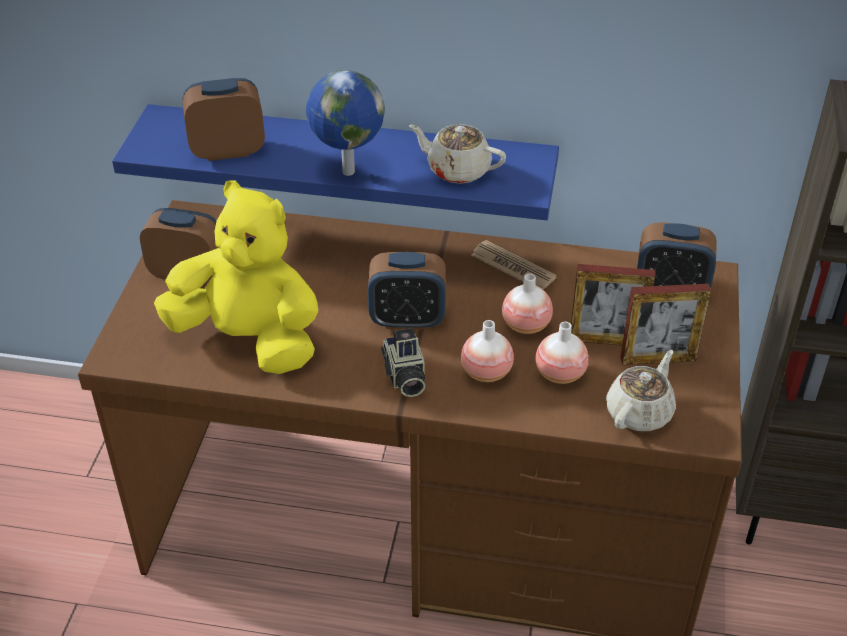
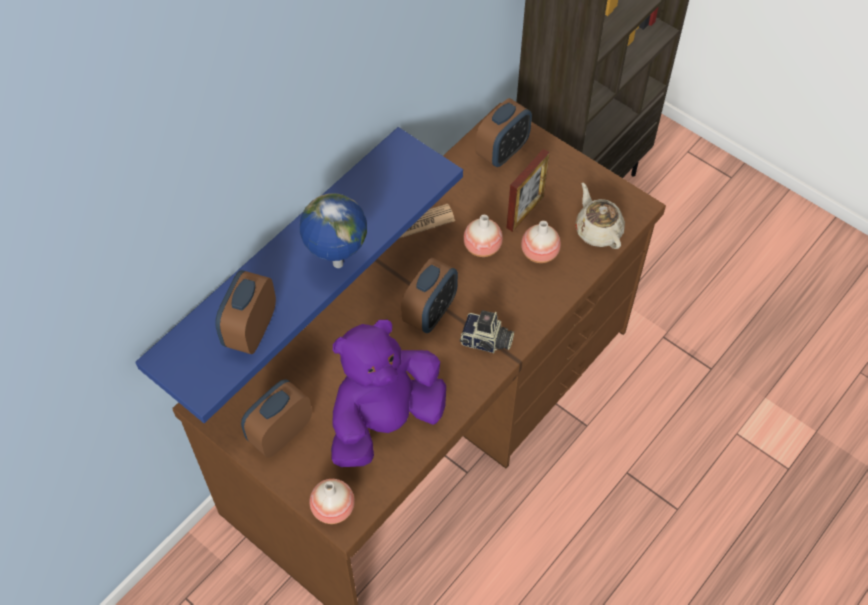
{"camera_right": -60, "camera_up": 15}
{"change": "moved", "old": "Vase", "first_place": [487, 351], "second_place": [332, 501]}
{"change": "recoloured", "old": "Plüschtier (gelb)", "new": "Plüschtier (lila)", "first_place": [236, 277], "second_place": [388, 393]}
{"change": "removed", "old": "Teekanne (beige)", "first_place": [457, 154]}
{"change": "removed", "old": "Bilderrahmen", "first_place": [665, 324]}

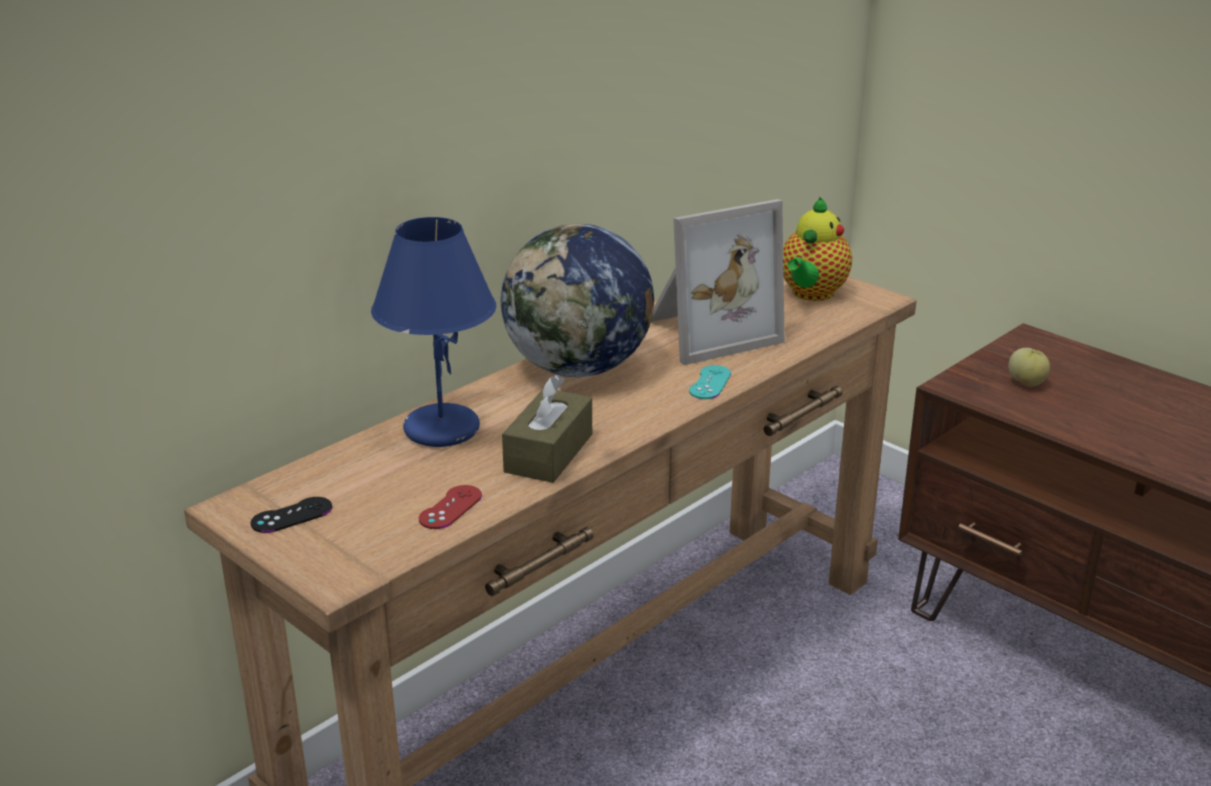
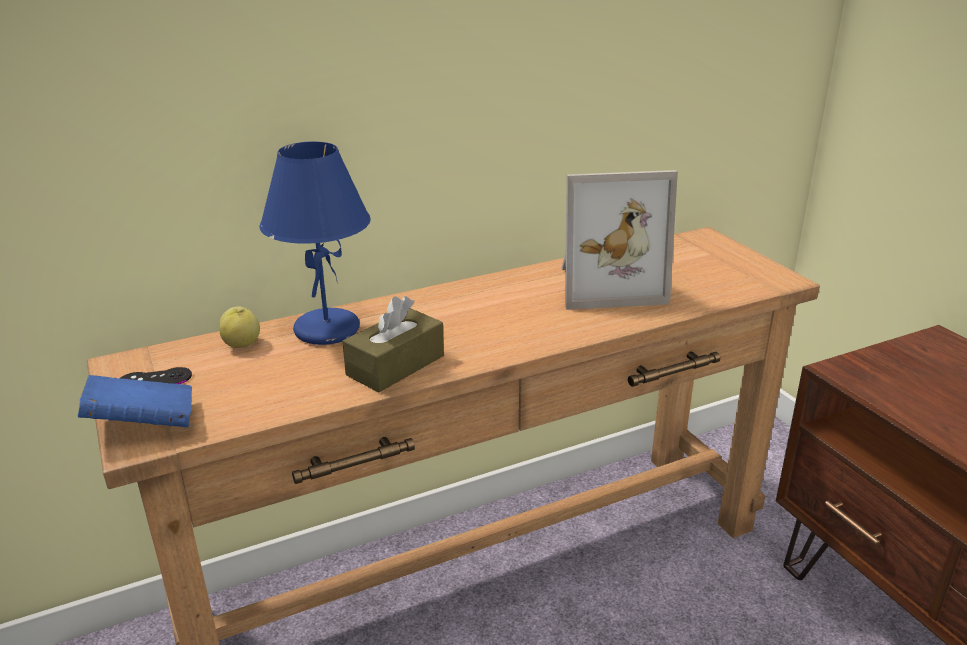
{"camera_right": 20, "camera_up": 0}
{"change": "added", "new": "Buch (blau)", "second_place": [135, 401]}
{"change": "moved", "old": "Apfel", "first_place": [1029, 367], "second_place": [239, 327]}
{"change": "removed", "old": "Gamepad (rot)", "first_place": [450, 507]}
{"change": "removed", "old": "Globus", "first_place": [577, 300]}
{"change": "removed", "old": "Gamepad (türkis)", "first_place": [710, 382]}
{"change": "removed", "old": "Teekanne", "first_place": [817, 249]}

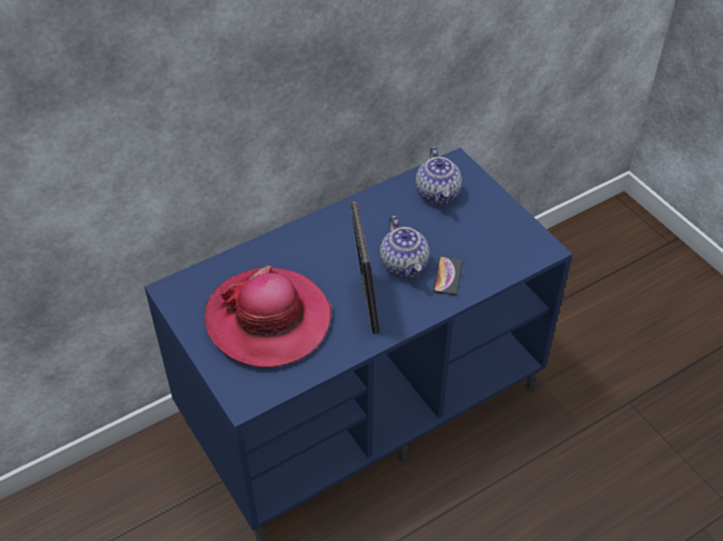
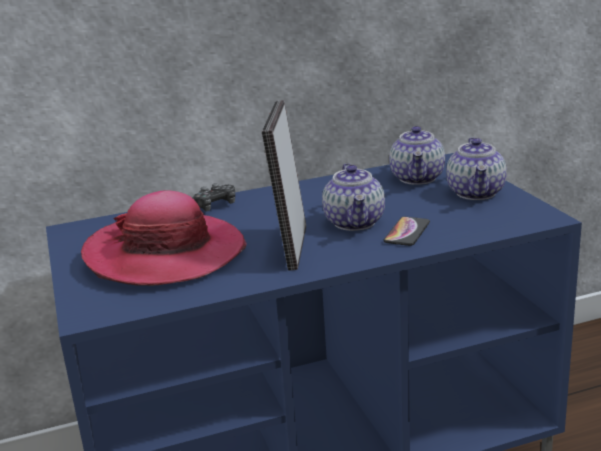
{"camera_right": 15, "camera_up": -25}
{"change": "added", "new": "Gamepad", "second_place": [214, 197]}
{"change": "added", "new": "Teekanne", "second_place": [476, 168]}

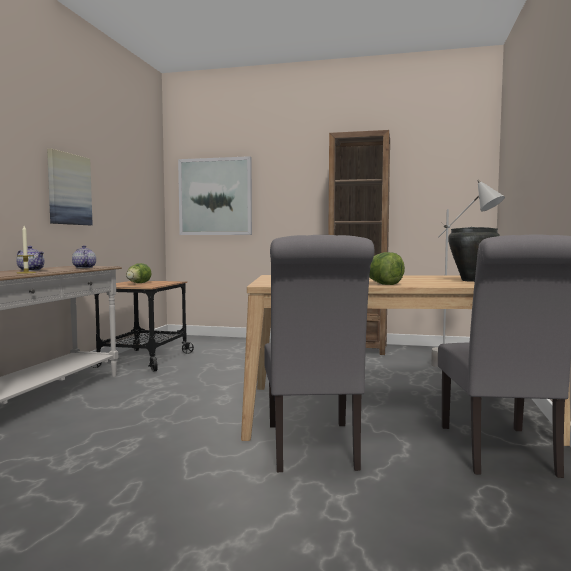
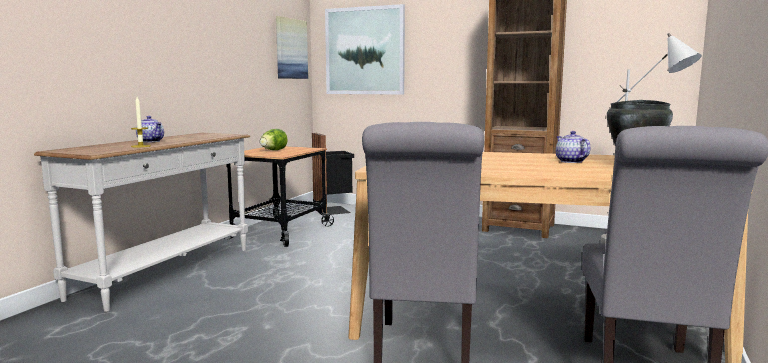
{"camera_right": 10, "camera_up": 5}
{"change": "moved", "old": "Bild", "first_place": [70, 187], "second_place": [292, 47]}
{"change": "added", "new": "Mülleimer (schwarz)", "second_place": [333, 174]}
{"change": "moved", "old": "Teekanne", "first_place": [84, 256], "second_place": [573, 147]}
{"change": "removed", "old": "Salatkopf", "first_place": [387, 268]}

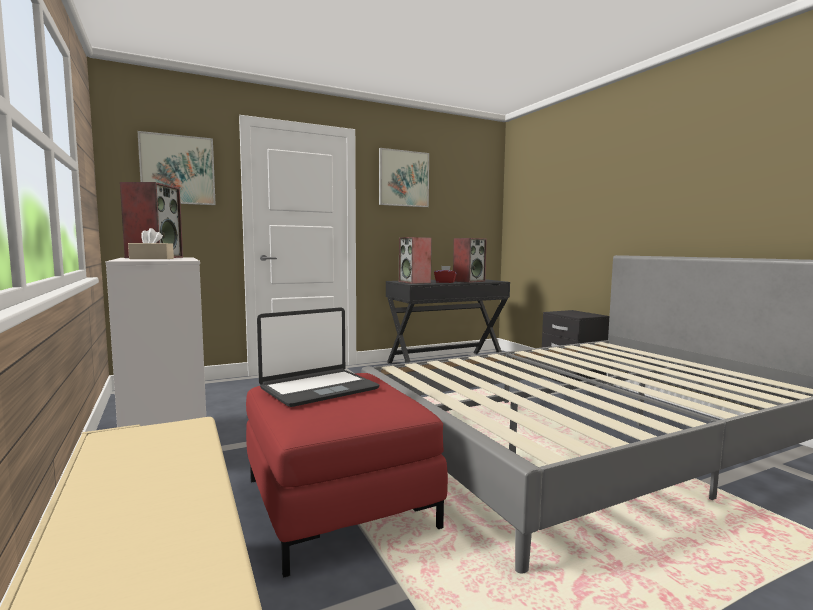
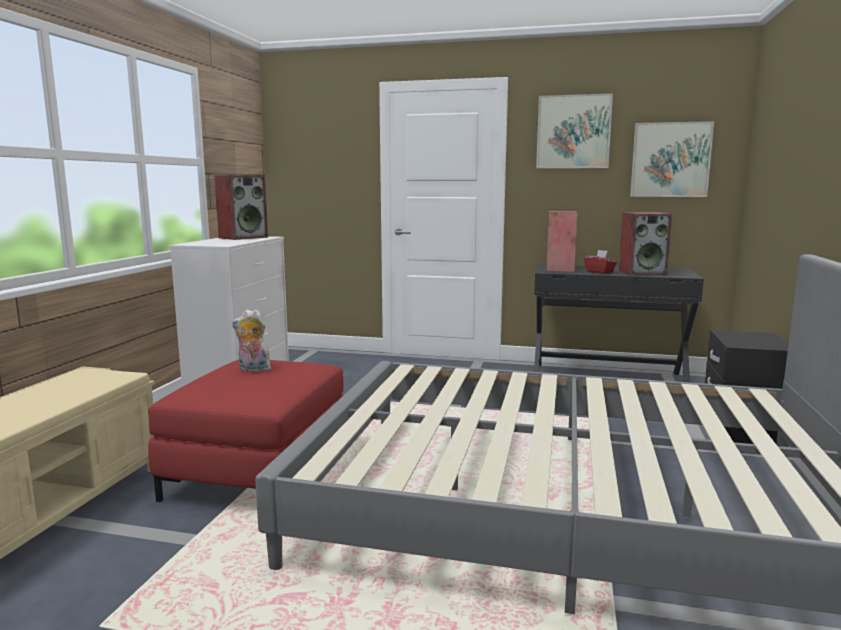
{"camera_right": 40, "camera_up": 5}
{"change": "replaced", "old": "Laptop", "new": "Plüschtier", "first_place": [318, 357], "second_place": [251, 340]}
{"change": "moved", "old": "Bild", "first_place": [177, 168], "second_place": [672, 159]}
{"change": "removed", "old": "Taschentuchbox (beige)", "first_place": [151, 243]}

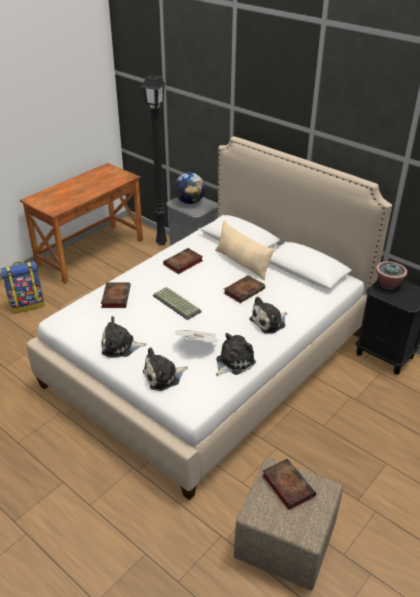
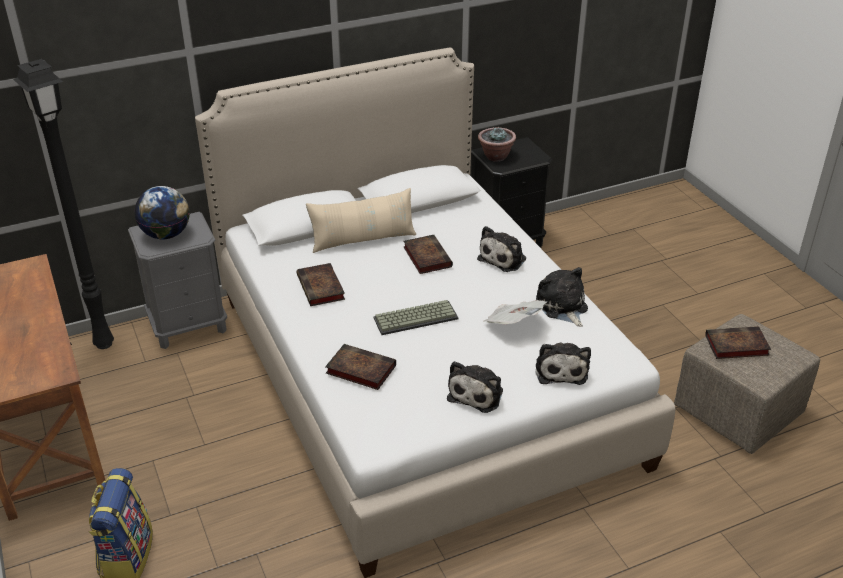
{"camera_right": -65, "camera_up": 0}
{"change": "turned", "old": "Plüschtier", "first_place": [268, 315], "second_place": [501, 249], "degrees": 45}

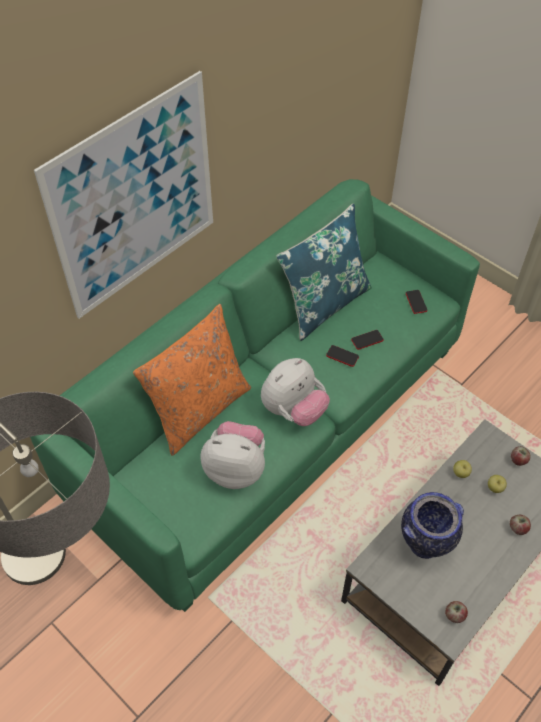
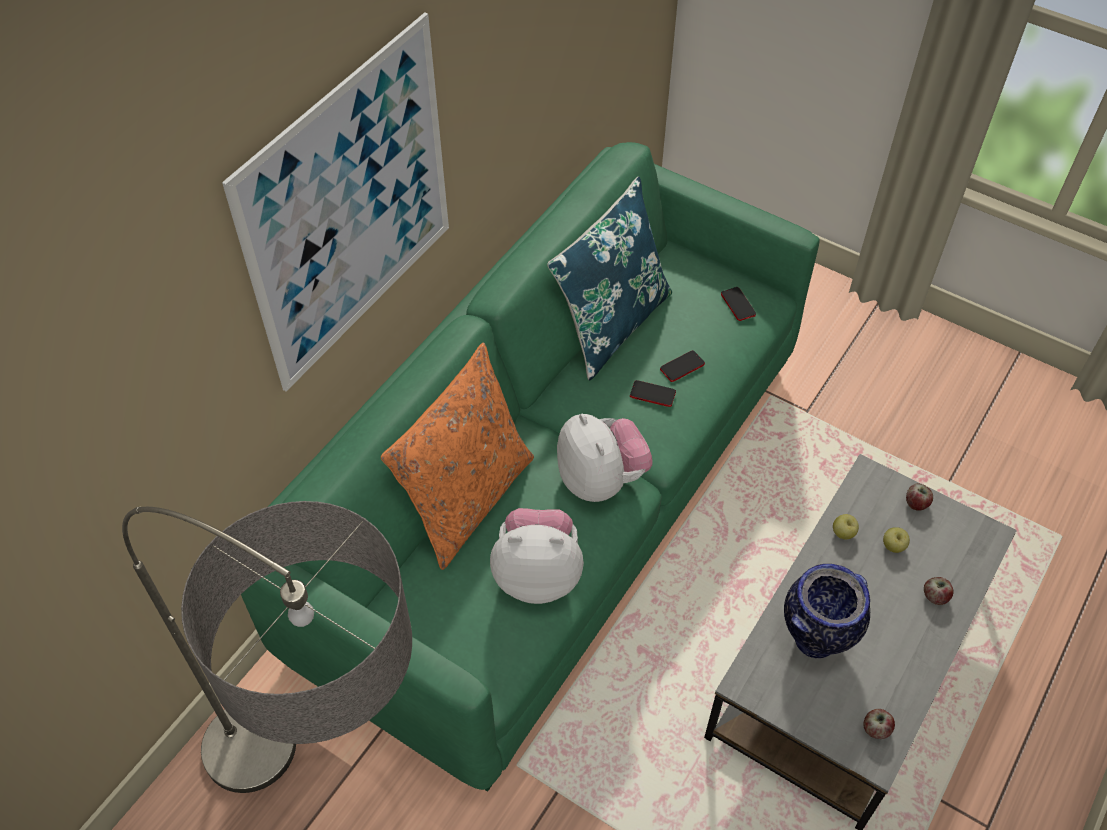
{"camera_right": -10, "camera_up": 0}
{"change": "turned", "old": "Plüschtier", "first_place": [295, 392], "second_place": [604, 458], "degrees": -60}

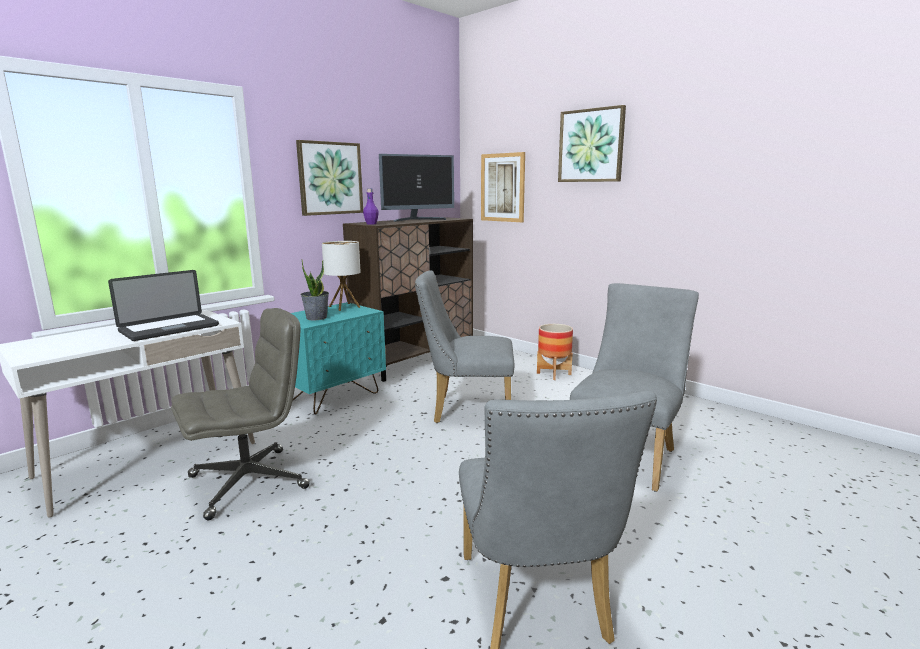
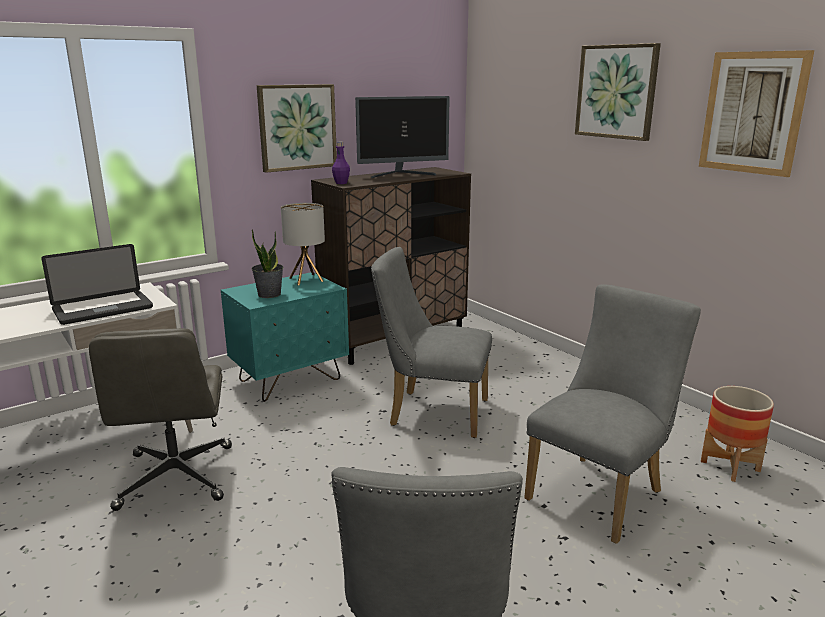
{"camera_right": 10, "camera_up": 5}
{"change": "turned", "old": "Bürostuhl (grau)", "first_place": [240, 414], "second_place": [160, 419], "degrees": 105}
{"change": "moved", "old": "Bild", "first_place": [503, 187], "second_place": [756, 113]}
{"change": "moved", "old": "Pflanzkübel", "first_place": [555, 352], "second_place": [737, 434]}

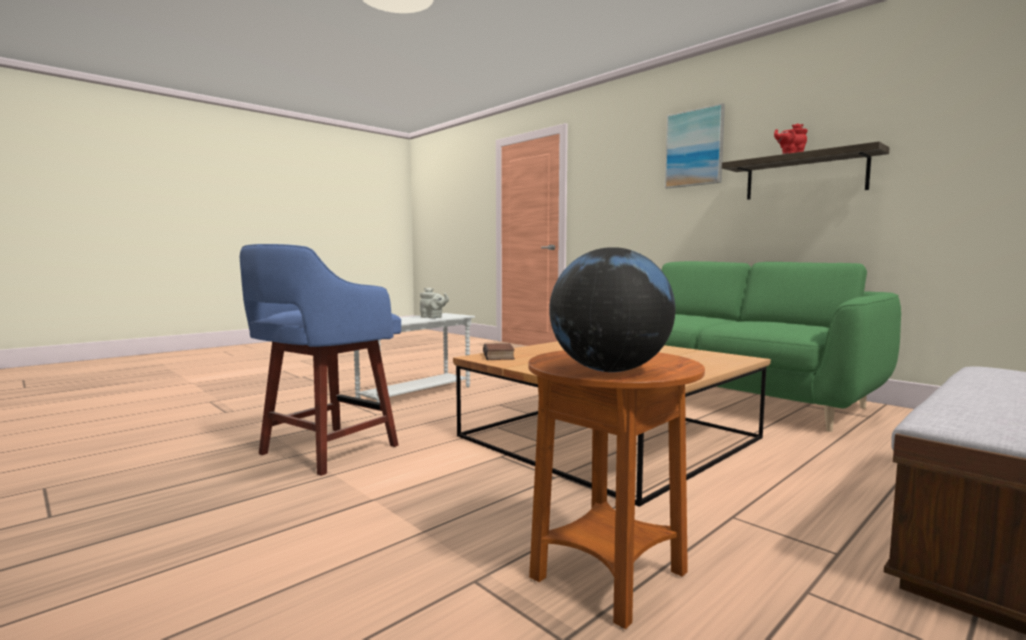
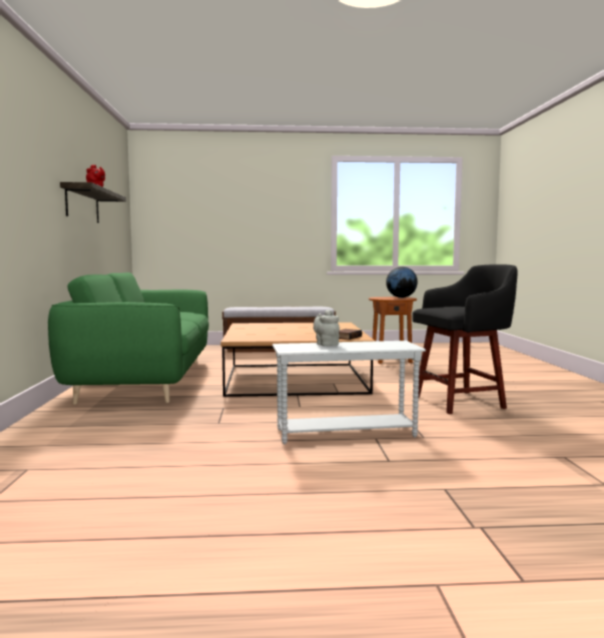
{"camera_right": -140, "camera_up": 0}
{"change": "recoloured", "old": "Hocker (blau)", "new": "Hocker (schwarz)", "first_place": [320, 360], "second_place": [465, 339]}
{"change": "removed", "old": "Bild", "first_place": [695, 146]}

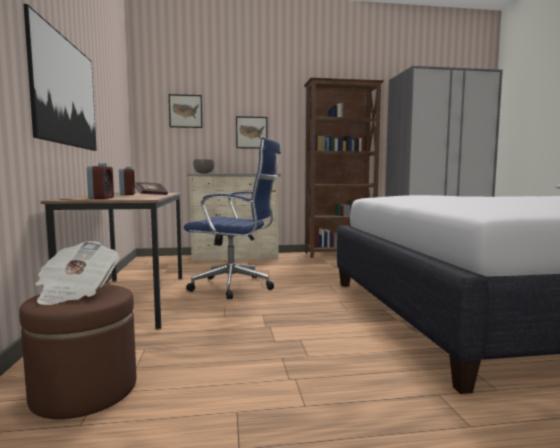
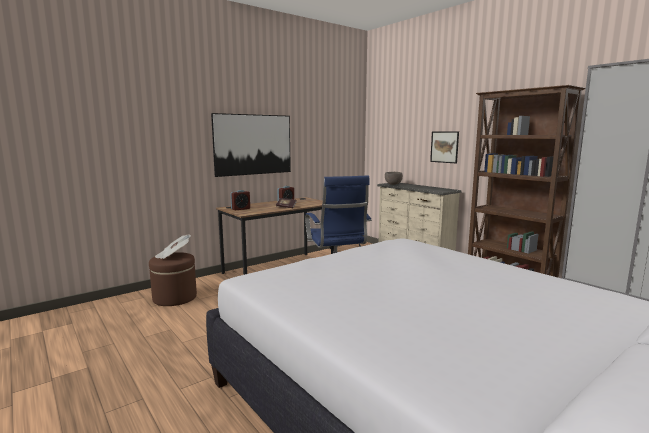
{"camera_right": 60, "camera_up": 5}
{"change": "removed", "old": "Bild", "first_place": [185, 111]}

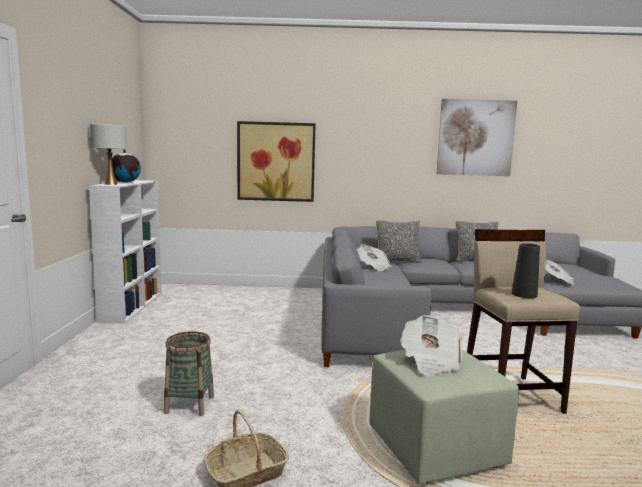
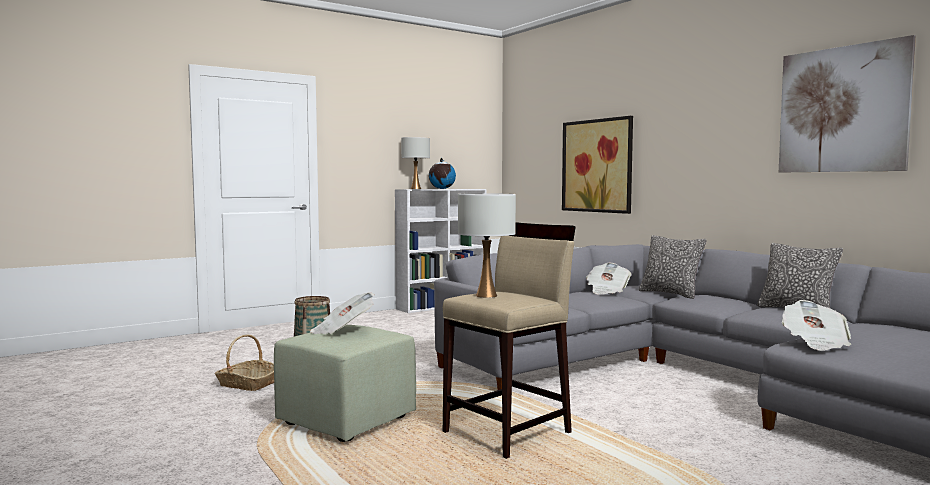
{"camera_right": 55, "camera_up": -5}
{"change": "replaced", "old": "Vase (schwarz)", "new": "Tischlampe (weiß)", "first_place": [526, 270], "second_place": [487, 245]}

